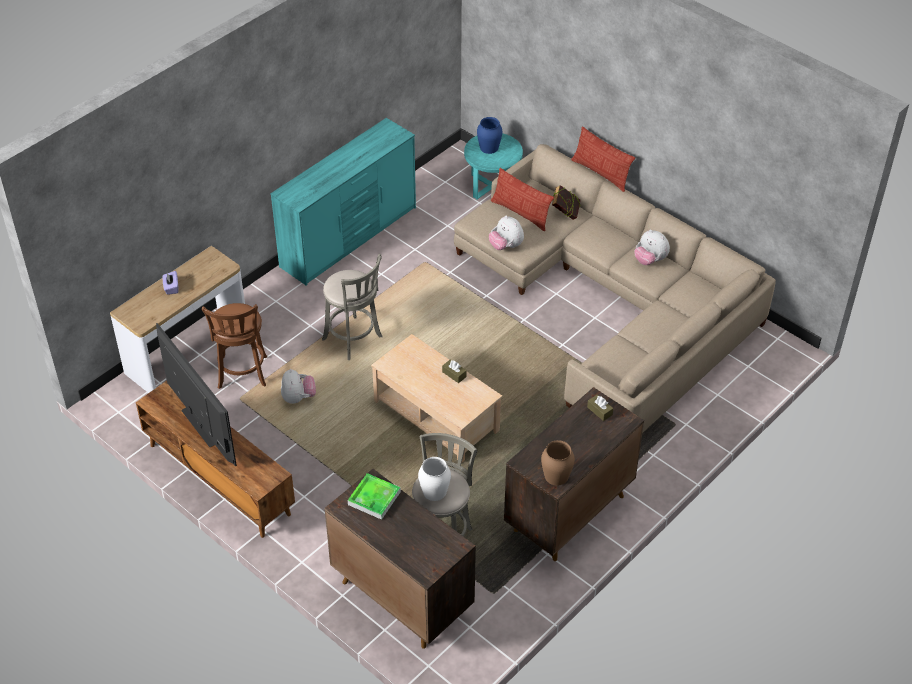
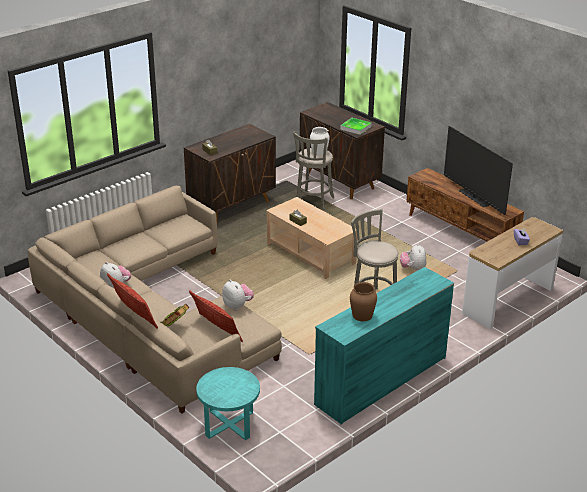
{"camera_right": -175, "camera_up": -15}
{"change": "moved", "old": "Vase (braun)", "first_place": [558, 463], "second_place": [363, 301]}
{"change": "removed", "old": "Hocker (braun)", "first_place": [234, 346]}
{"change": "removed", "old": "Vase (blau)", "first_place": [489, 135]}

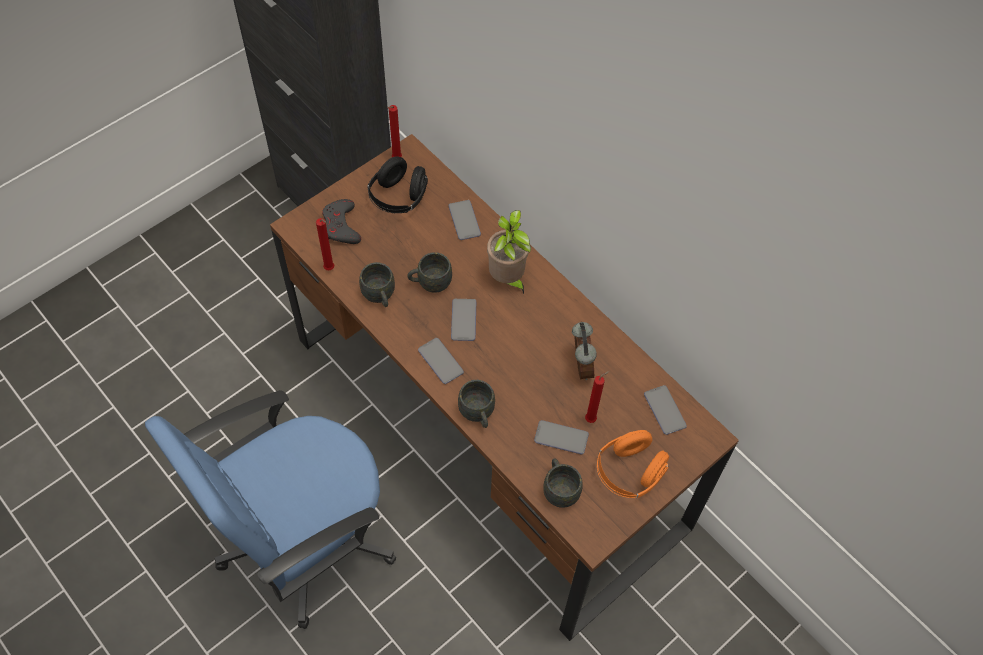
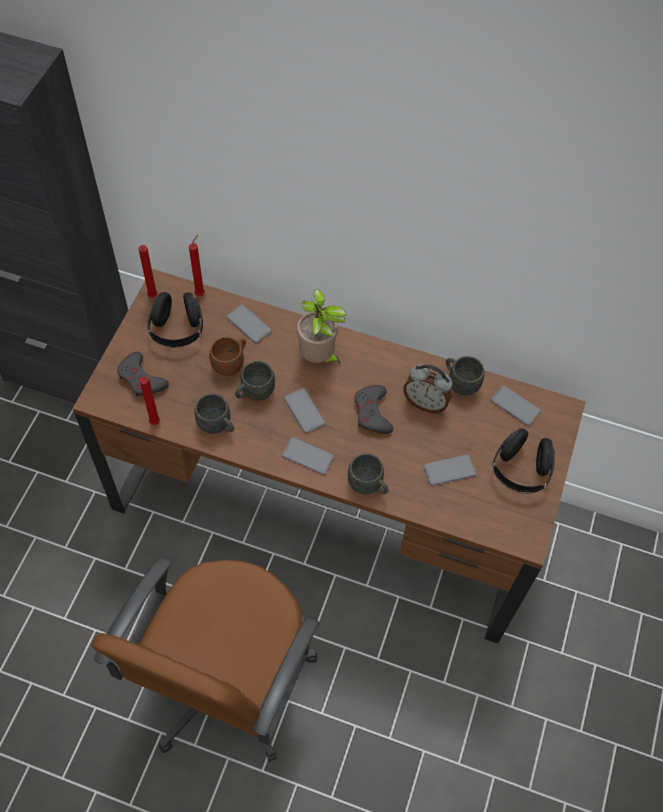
{"camera_right": -30, "camera_up": 0}
{"change": "recoloured", "old": "Bürostuhl (blau)", "new": "Bürostuhl (braun)", "first_place": [270, 509], "second_place": [205, 658]}
{"change": "moved", "old": "Kerze (rot)", "first_place": [597, 397], "second_place": [197, 265]}
{"change": "added", "new": "Henkelbecher (braun)", "second_place": [227, 356]}
{"change": "added", "new": "Gamepad (grau)", "second_place": [373, 409]}
{"change": "turned", "old": "Wecker", "first_place": [584, 351], "second_place": [428, 388], "degrees": 150}
{"change": "moved", "old": "Henkelbecher (grau)", "first_place": [563, 483], "second_place": [465, 375]}
{"change": "recoloured", "old": "Kopfhörer (orange)", "new": "Kopfhörer (schwarz)", "first_place": [633, 464], "second_place": [523, 461]}

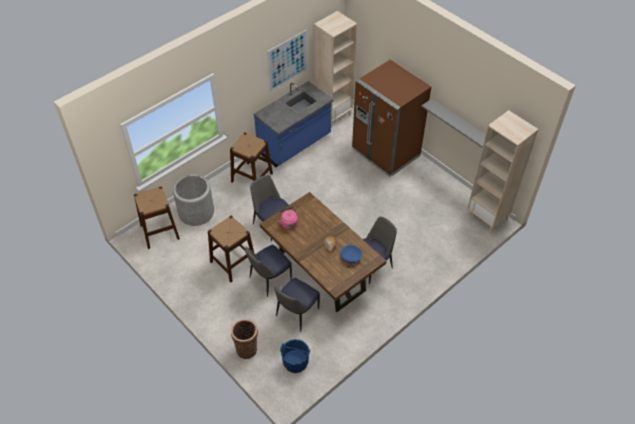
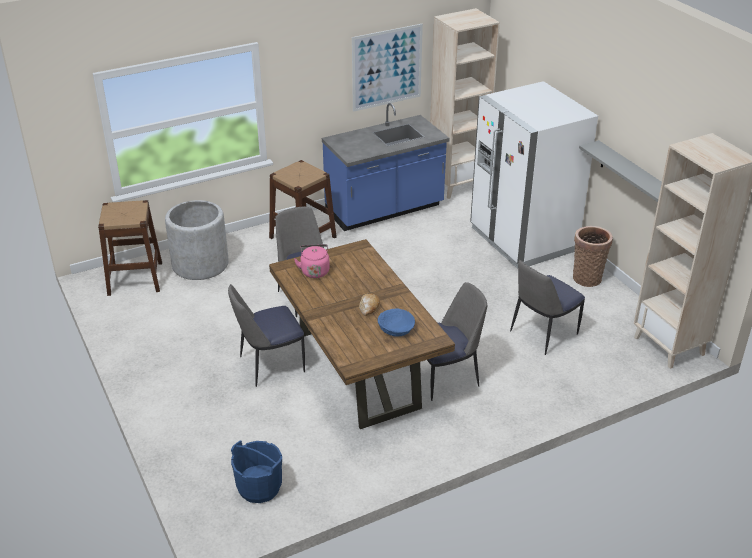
{"camera_right": 15, "camera_up": -15}
{"change": "recoloured", "old": "Kühlschrank (braun)", "new": "Kühlschrank (weiß)", "first_place": [391, 118], "second_place": [534, 175]}
{"change": "moved", "old": "Stuhl", "first_place": [297, 305], "second_place": [547, 307]}
{"change": "moved", "old": "Korb", "first_place": [244, 339], "second_place": [593, 256]}
{"change": "removed", "old": "Hocker (braun)", "first_place": [231, 249]}

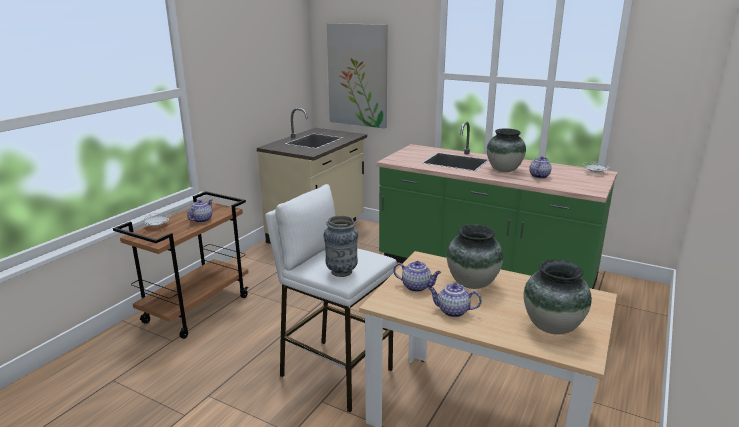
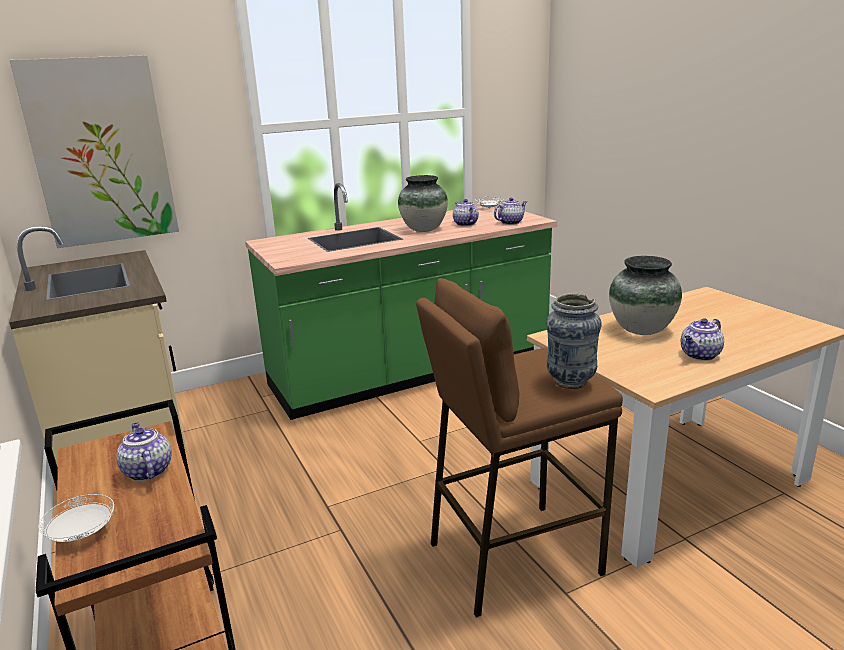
{"camera_right": -55, "camera_up": 0}
{"change": "recoloured", "old": "Hocker (weiß)", "new": "Hocker (braun)", "first_place": [331, 298], "second_place": [519, 448]}
{"change": "moved", "old": "Teekanne", "first_place": [417, 276], "second_place": [510, 211]}
{"change": "removed", "old": "Vase", "first_place": [557, 297]}

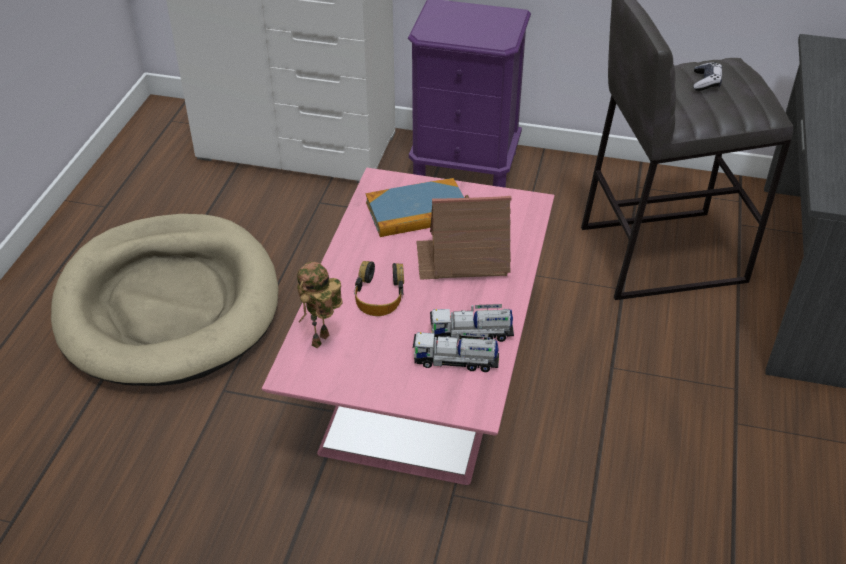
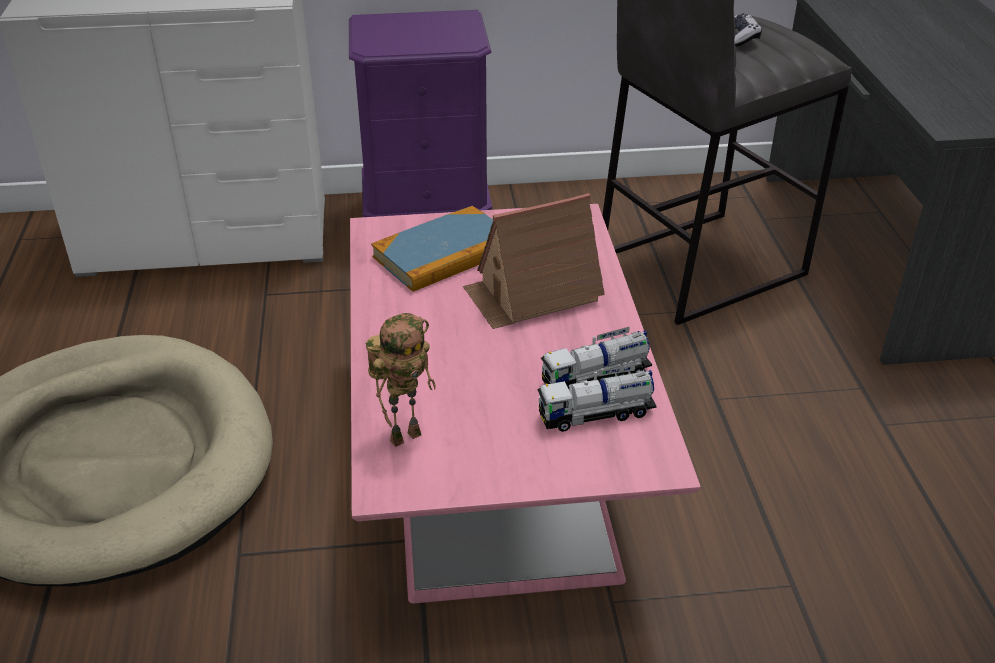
{"camera_right": -20, "camera_up": -5}
{"change": "turned", "old": "Spielzeugroboter", "first_place": [319, 305], "second_place": [401, 380], "degrees": -135}
{"change": "removed", "old": "Kopfhörer", "first_place": [379, 288]}

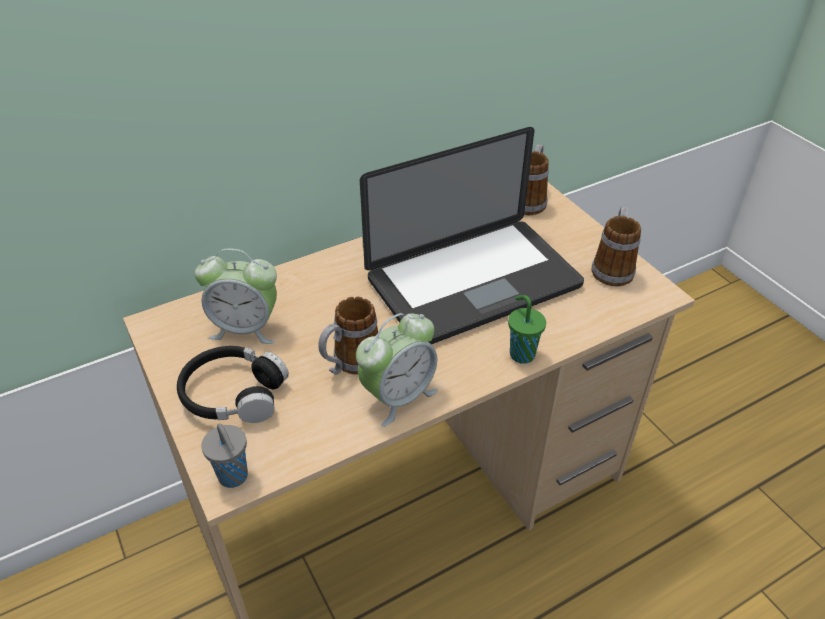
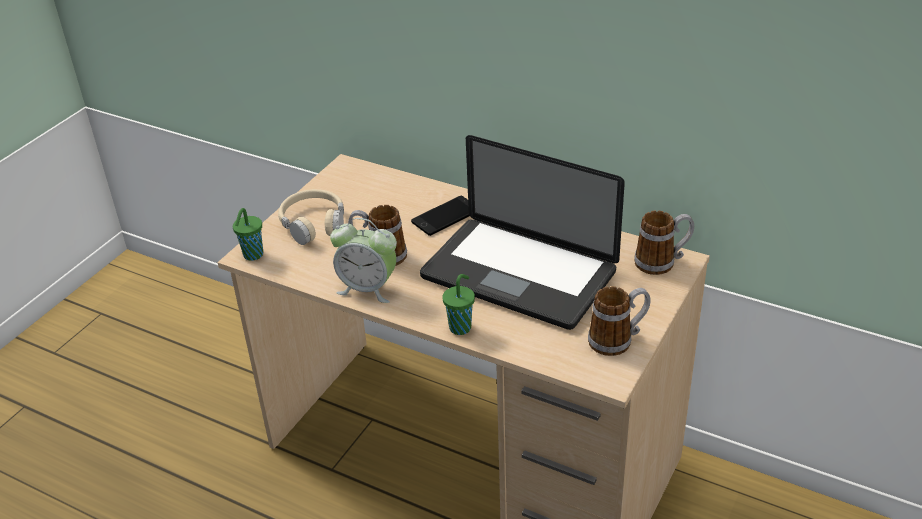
{"camera_right": 60, "camera_up": -5}
{"change": "recoloured", "old": "Tasse (grau)", "new": "Tasse (grün)", "first_place": [224, 455], "second_place": [248, 234]}
{"change": "recoloured", "old": "Kopfhörer (schwarz)", "new": "Kopfhörer (beige)", "first_place": [233, 384], "second_place": [311, 217]}
{"change": "added", "new": "Handy", "second_place": [440, 216]}
{"change": "removed", "old": "Wecker", "first_place": [236, 296]}

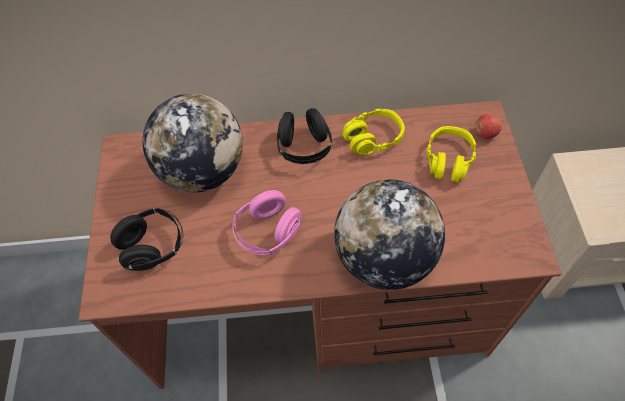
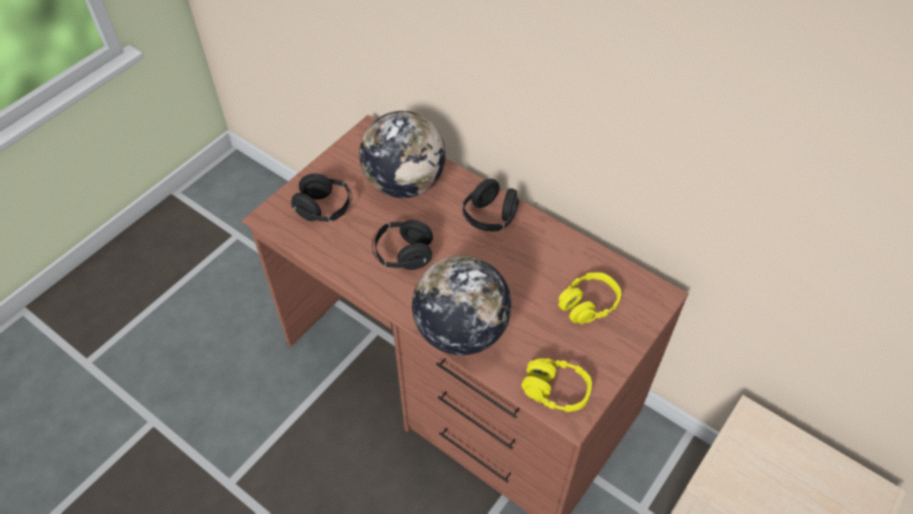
{"camera_right": 40, "camera_up": -5}
{"change": "recoloured", "old": "Kopfhörer (rosa)", "new": "Kopfhörer (schwarz)", "first_place": [267, 222], "second_place": [402, 245]}
{"change": "moved", "old": "Kopfhörer (gelb)", "first_place": [373, 132], "second_place": [556, 385]}
{"change": "removed", "old": "Apfel", "first_place": [488, 126]}

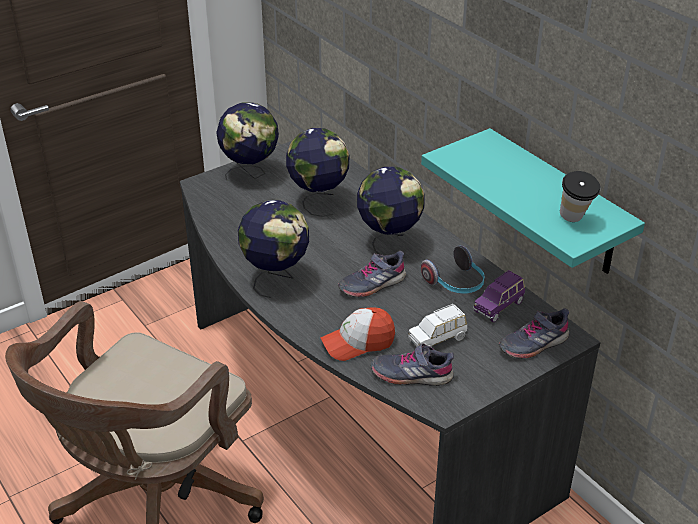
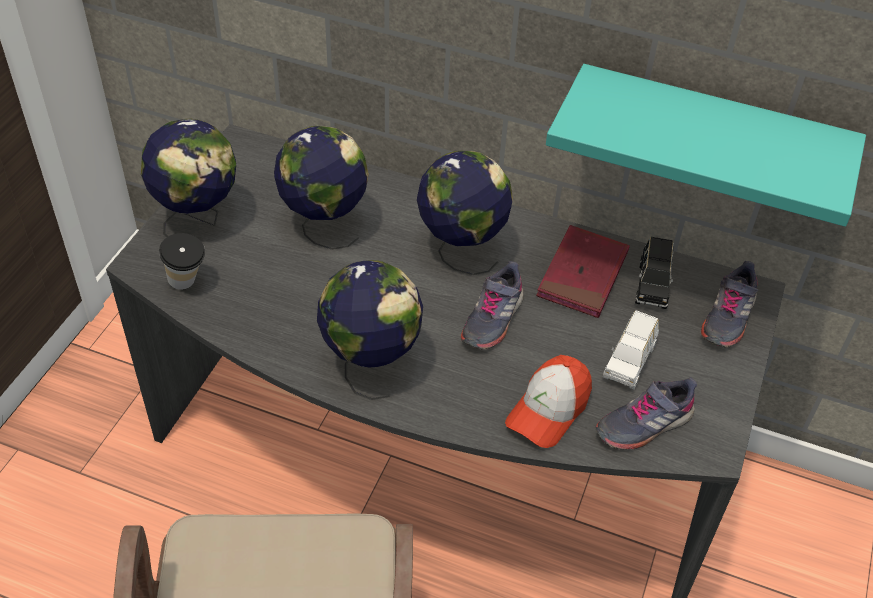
{"camera_right": -35, "camera_up": 10}
{"change": "moved", "old": "Tasse", "first_place": [580, 196], "second_place": [182, 261]}
{"change": "replaced", "old": "Kopfhörer", "new": "Buch (rot)", "first_place": [452, 269], "second_place": [583, 271]}
{"change": "recoloured", "old": "Spielzeugauto (lila)", "new": "Spielzeugauto (schwarz)", "first_place": [499, 296], "second_place": [654, 273]}

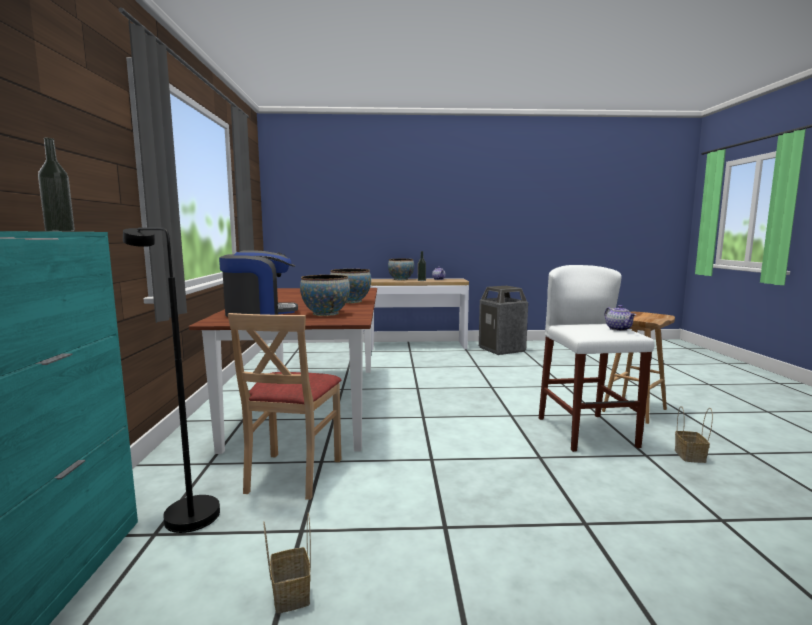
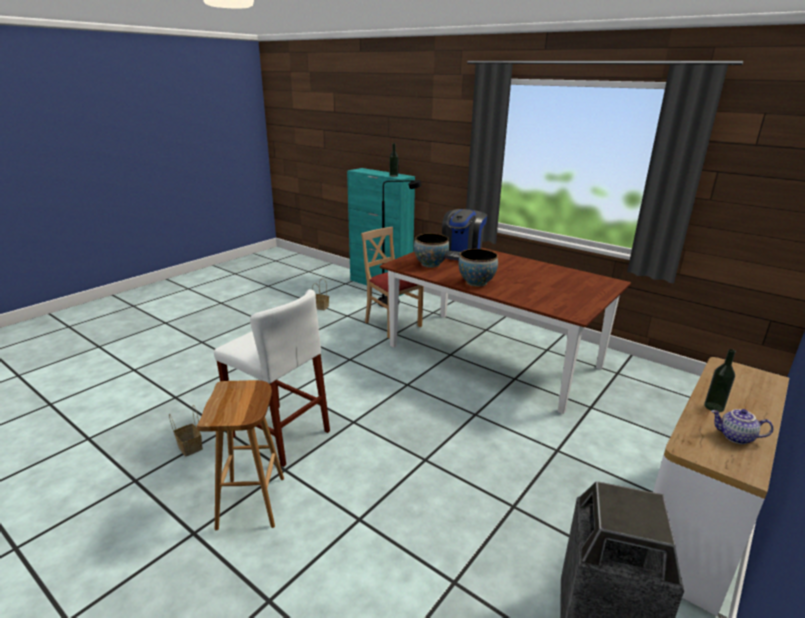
{"camera_right": 130, "camera_up": 15}
{"change": "removed", "old": "Schüssel", "first_place": [401, 269]}
{"change": "removed", "old": "Teekanne", "first_place": [620, 318]}

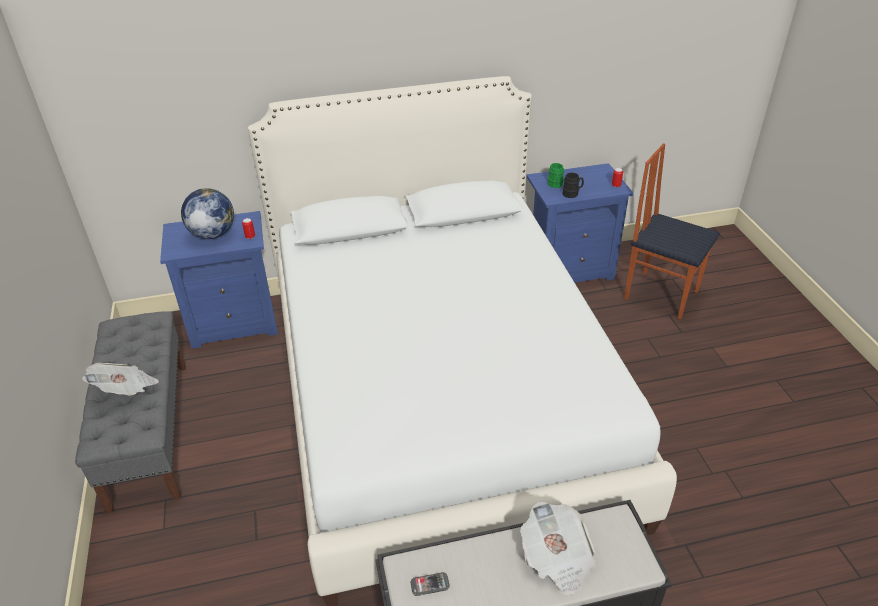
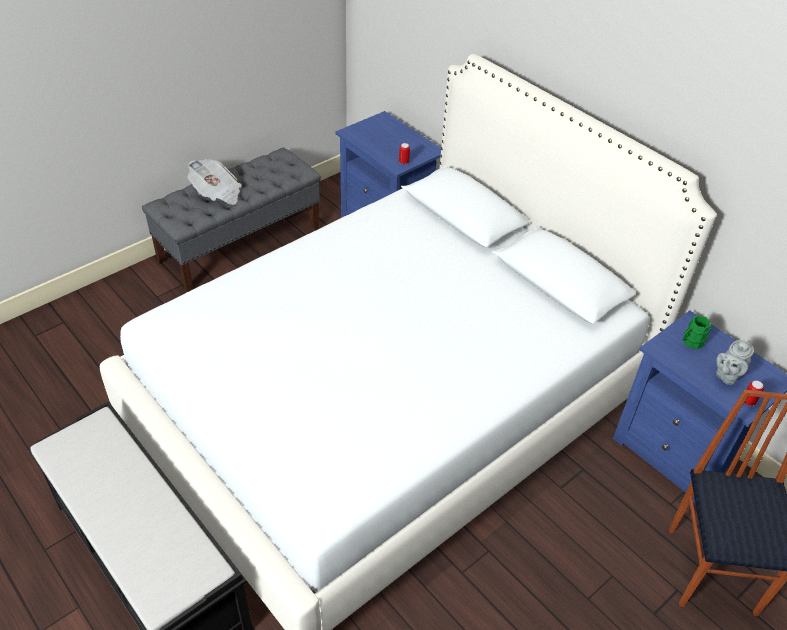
{"camera_right": 60, "camera_up": 5}
{"change": "added", "new": "Teekanne (grau)", "second_place": [735, 362]}
{"change": "removed", "old": "Globus", "first_place": [207, 213]}
{"change": "removed", "old": "Handy", "first_place": [430, 584]}
{"change": "removed", "old": "Zeitung", "first_place": [558, 548]}
{"change": "removed", "old": "Henkelbecher (schwarz)", "first_place": [573, 185]}

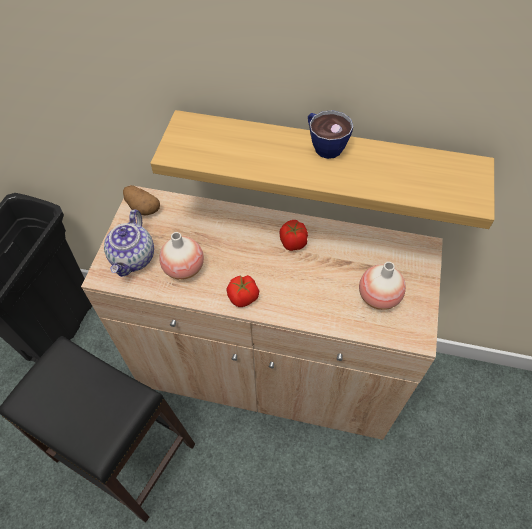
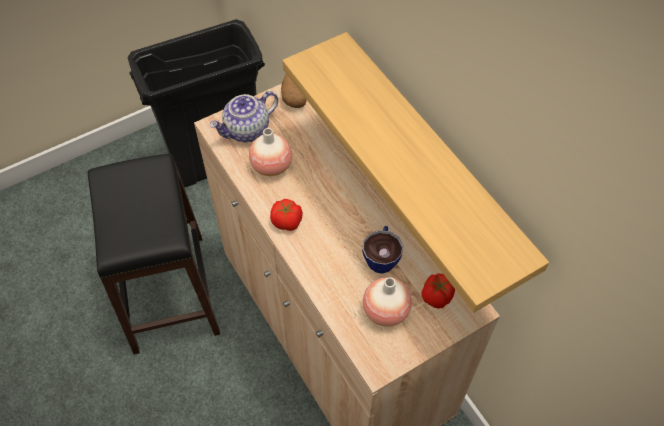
{"camera_right": 45, "camera_up": 0}
{"change": "moved", "old": "Tasse", "first_place": [330, 134], "second_place": [382, 250]}
{"change": "moved", "old": "Tomate", "first_place": [293, 235], "second_place": [438, 290]}

